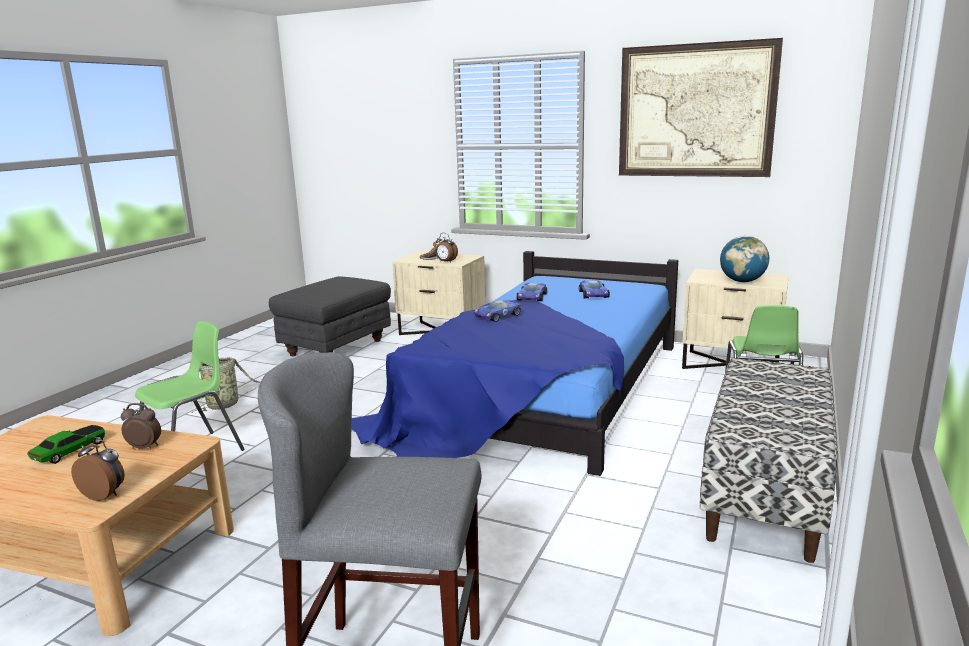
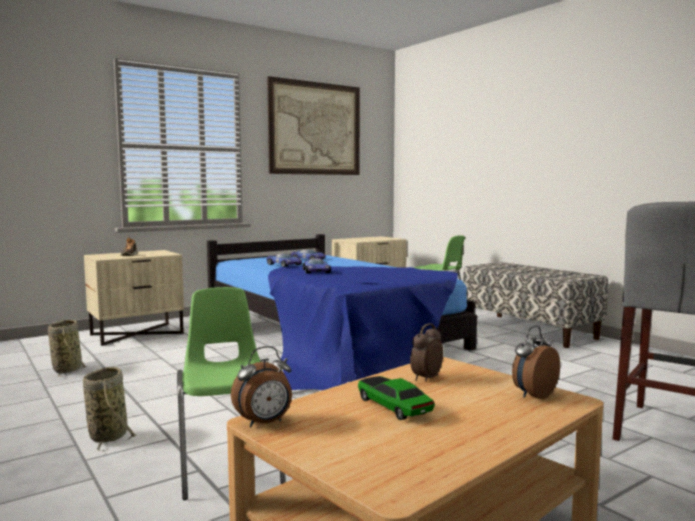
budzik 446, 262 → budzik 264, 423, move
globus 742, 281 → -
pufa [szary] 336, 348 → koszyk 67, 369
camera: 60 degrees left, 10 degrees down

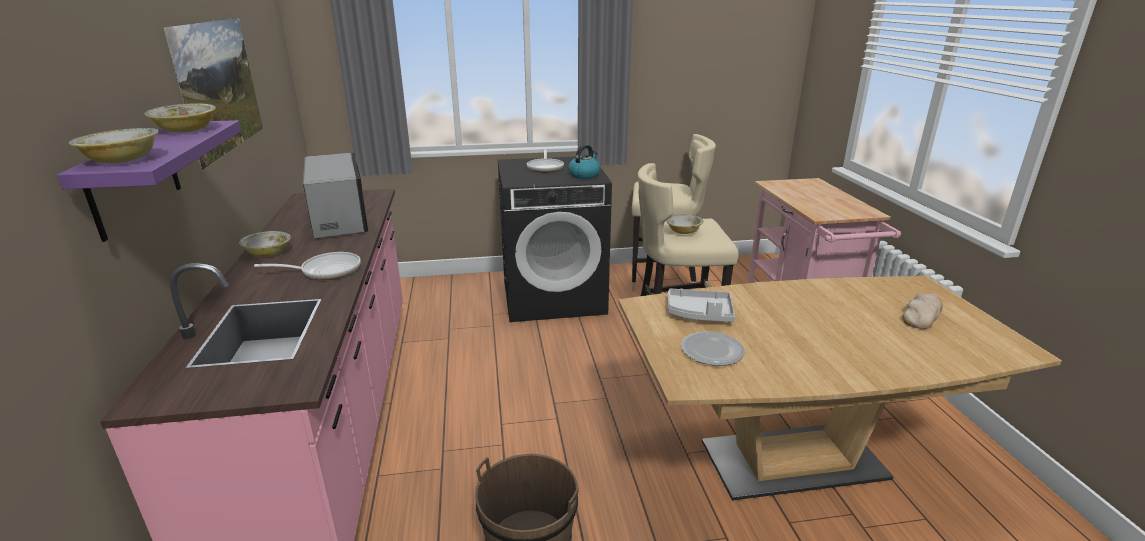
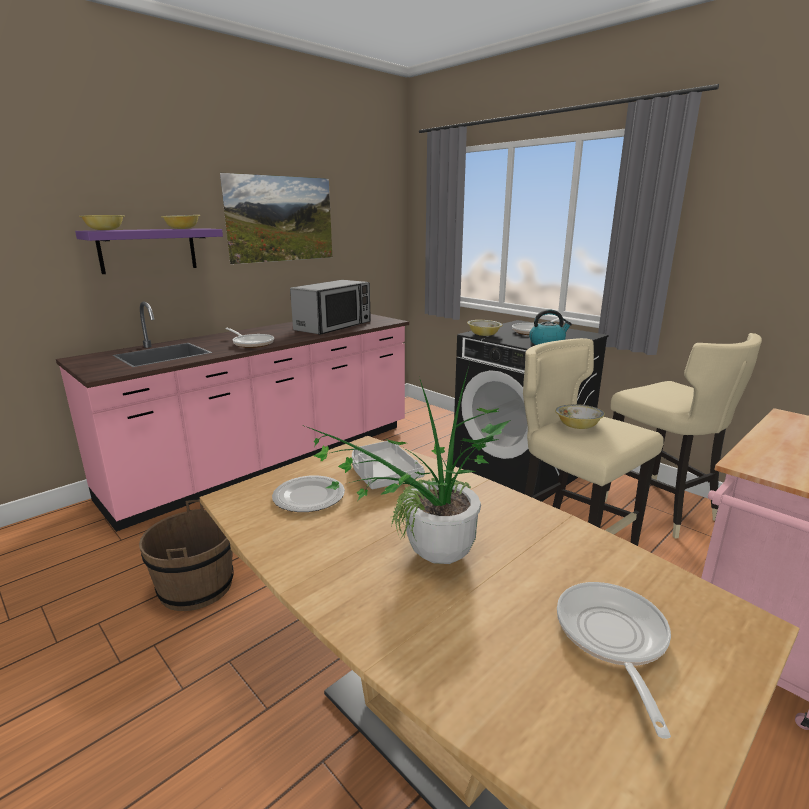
miska 268, 253 → miska 484, 335, move
chleb 921, 314 → patelnia 612, 639
- → roślina doniczkowa 428, 559
camera: 55 degrees right, 5 degrees down

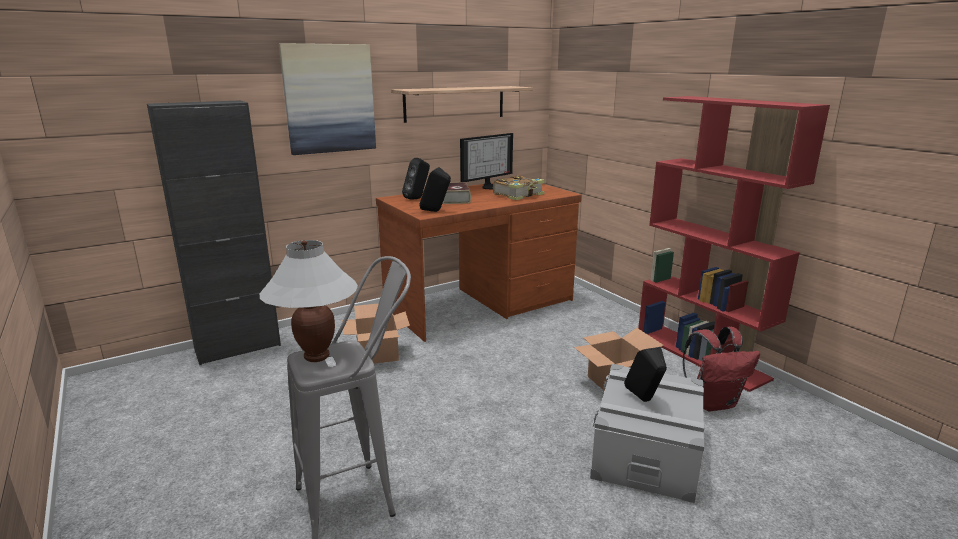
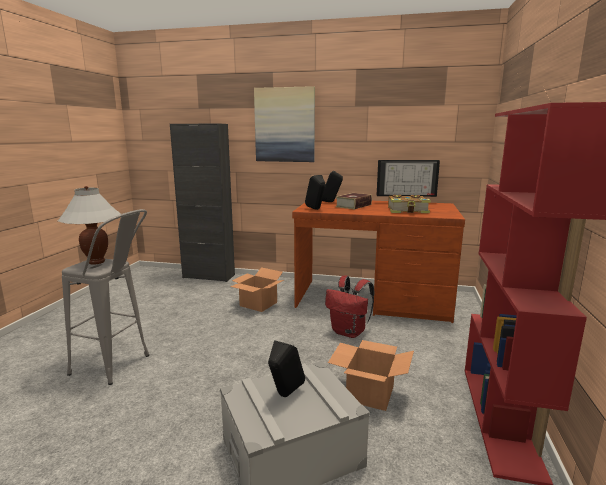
półka 455, 103 → -
plecak [czerwony] 713, 402 → plecak [czerwony] 349, 332, move
camera: 45 degrees right, 5 degrees down

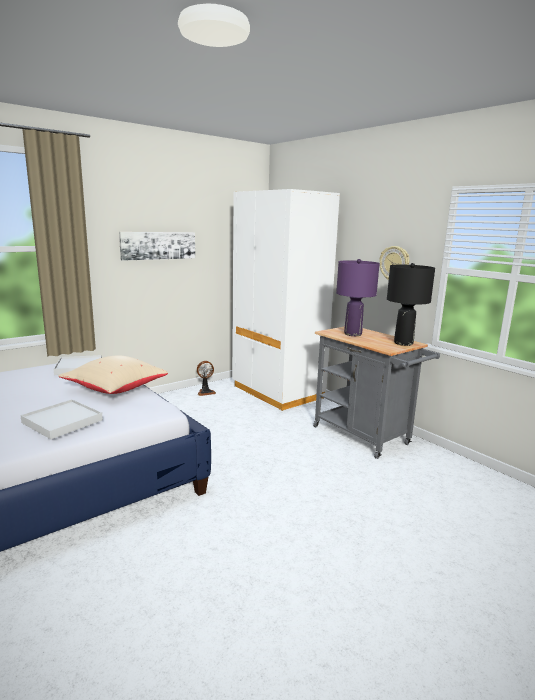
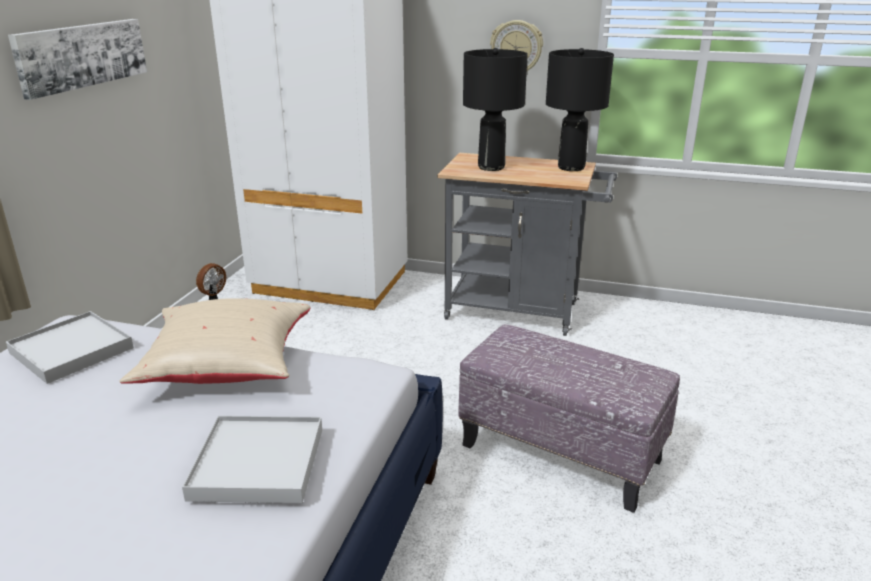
lampa stołowa [fioletowy] 352, 334 → lampa stołowa [czarny] 490, 167
- → pufa 559, 453
camera: 35 degrees left, 10 degrees up

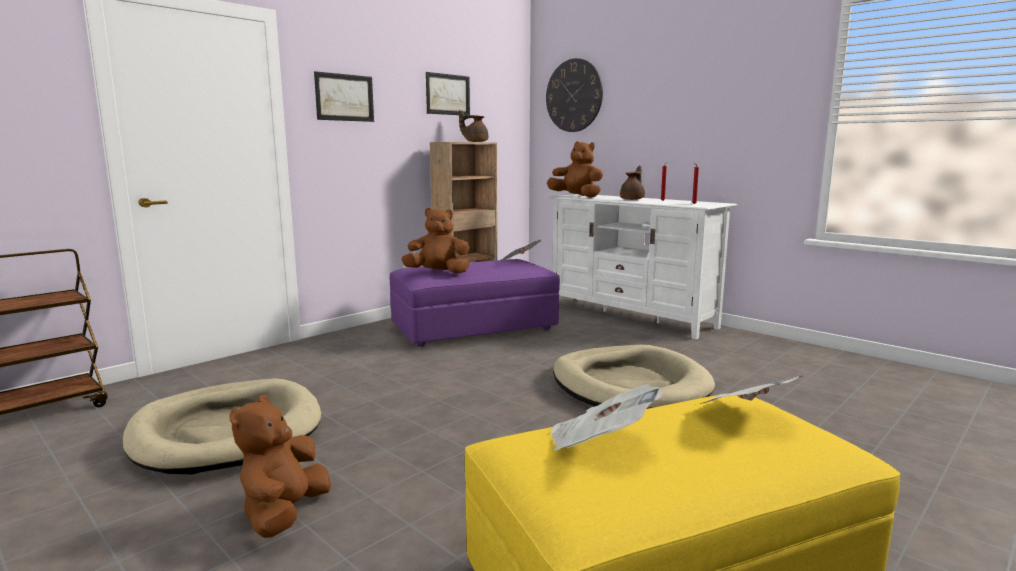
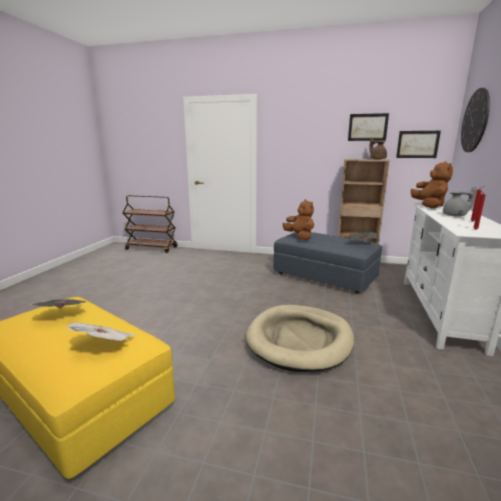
obraz 344, 97 → obraz 417, 144, move
imbryk [brązowy] 633, 199 → imbryk [szary] 455, 215
pufa [fioletowy] 474, 328 → pufa [szary] 324, 276
legowisko [beżowy] 227, 432 → -
pluszak [brązowy] 284, 514 → -
camera: 60 degrees right, 5 degrees up

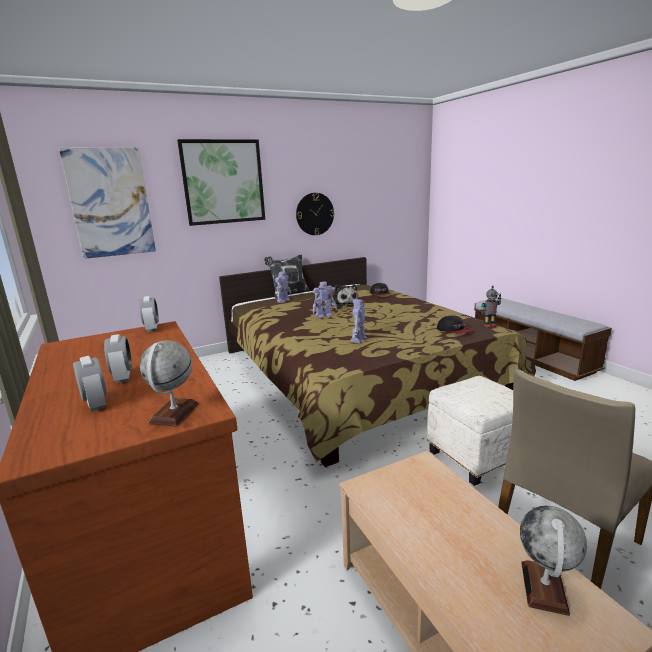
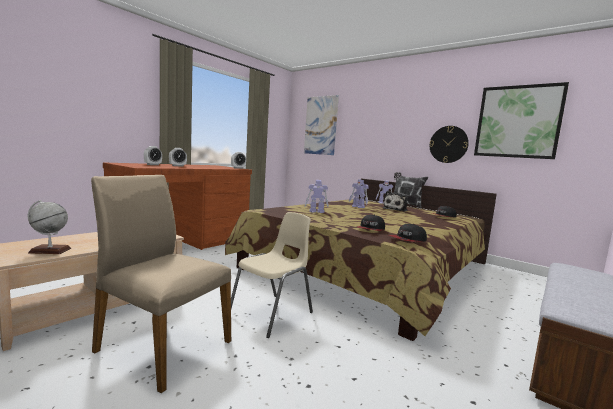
obraz 223, 182 → obraz 517, 122, move
robot zabawkowy 489, 325 → czapka z daszkiem 408, 240
globus 174, 413 → -
pufa [biały] 475, 456 → krzesło [beżowy] 272, 314
camera: 65 degrees right, 10 degrees down

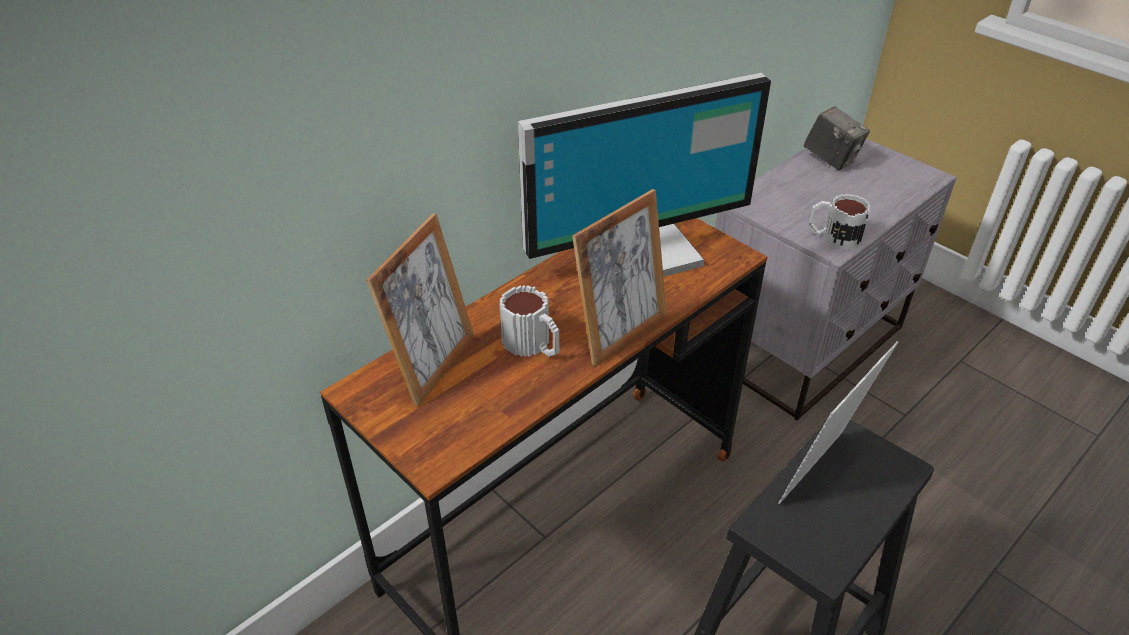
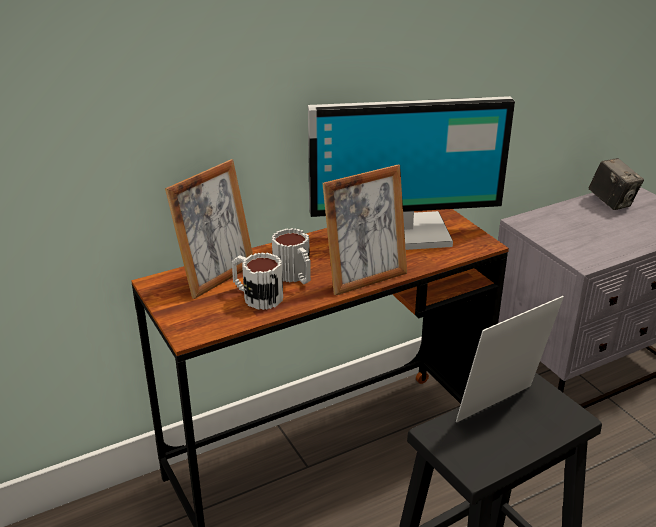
kubek 833, 237 → kubek 256, 296, move
camera: 15 degrees right, 10 degrees down

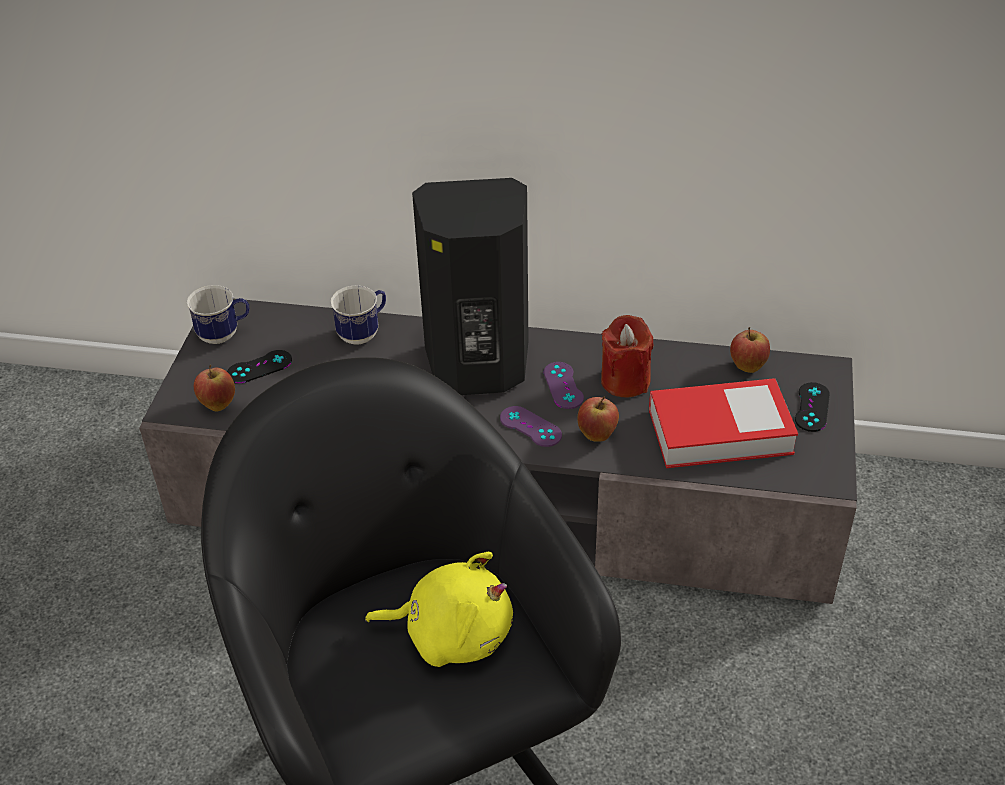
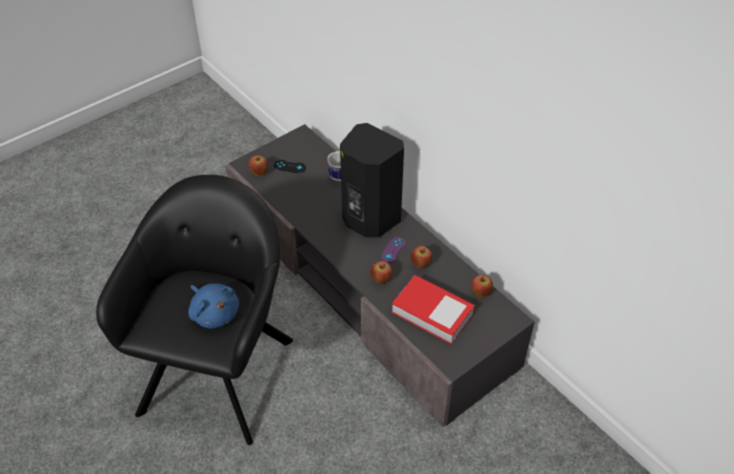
kubek 224, 334 → -
świeca [czerwony] 625, 381 → jabłko 420, 265
pad do gier [czarny] 812, 407 → -
pad do gier [fioletowy] 530, 427 → -
pluszak [żółty] 452, 633 → pluszak [niebieski] 214, 313
camera: 40 degrees right, 5 degrees up

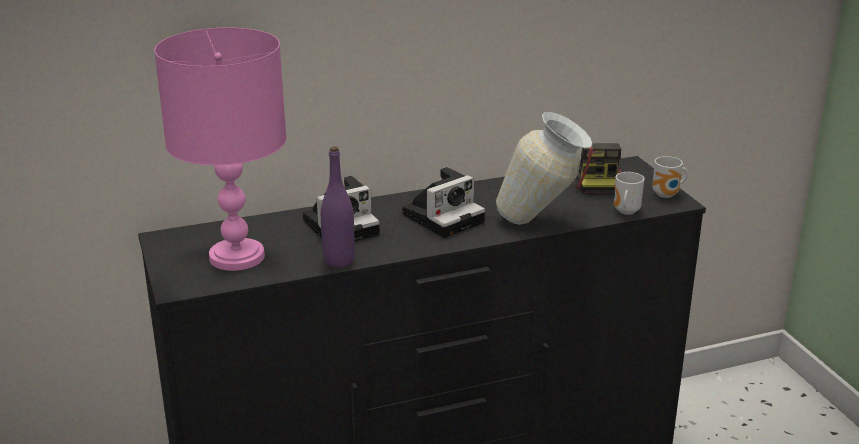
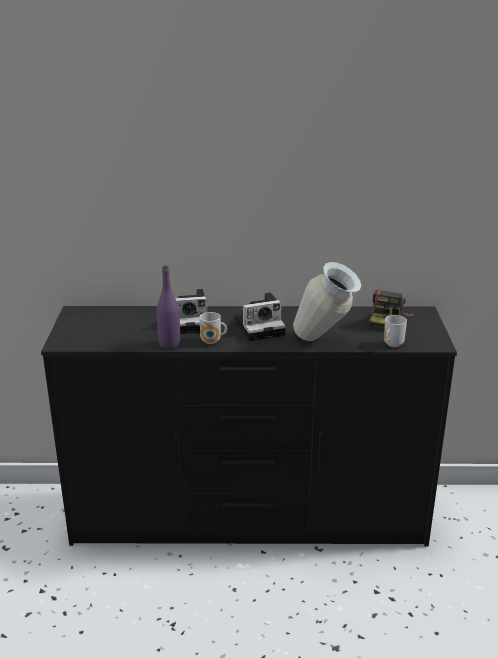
lampa stołowa [różowy] 238, 256 → -
kubek 667, 195 → kubek 212, 342, move
camera: 20 degrees right, 0 degrees up

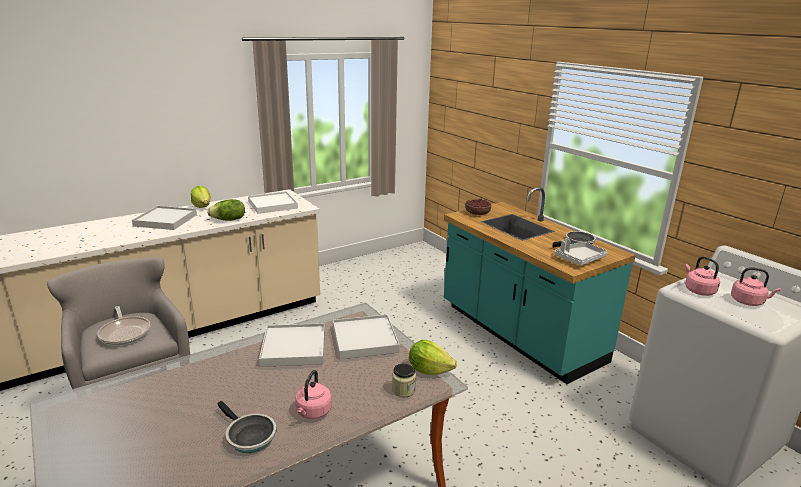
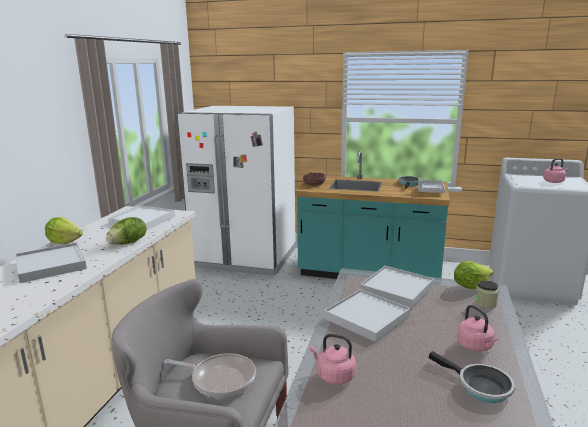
czajnik [różowy] 698, 290 → czajnik [różowy] 334, 376, move
patelnia 248, 436 → patelnia 480, 386, 45 degrees clockwise
- → lodówka [biały] 245, 258
camera: 40 degrees left, 5 degrees down

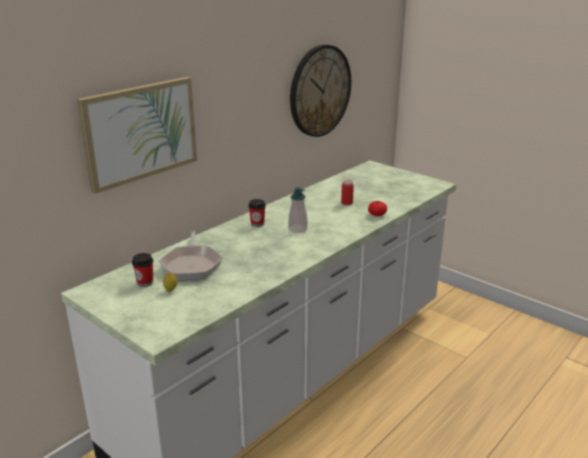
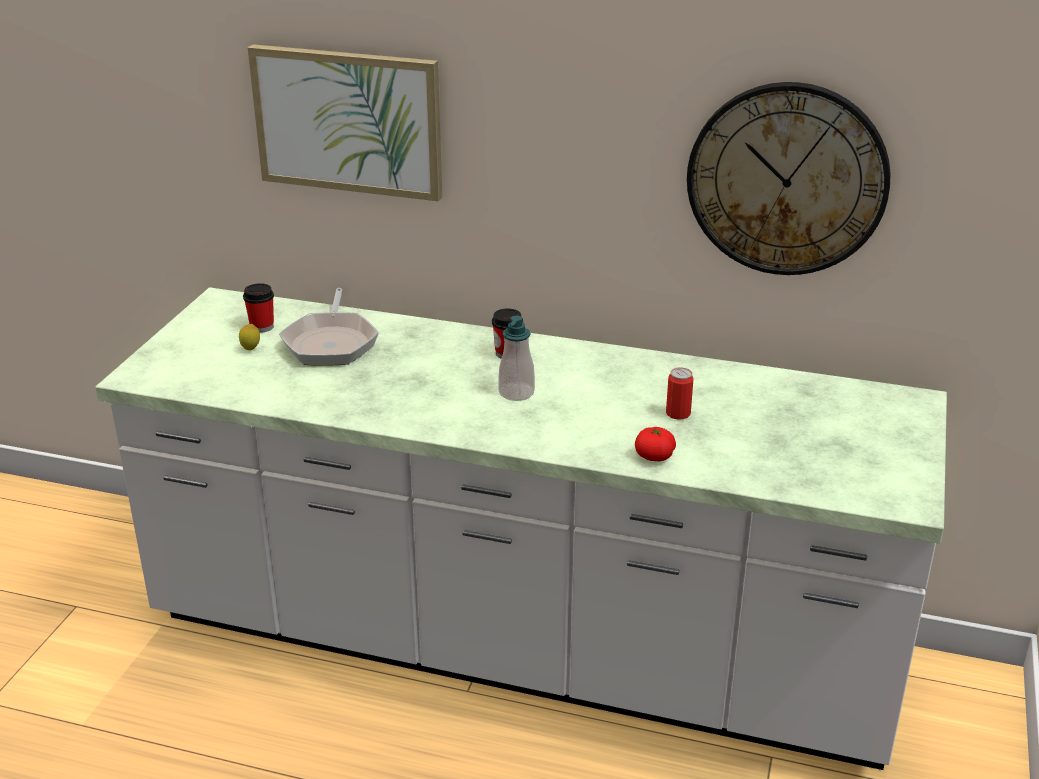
patelnia 191, 265 → patelnia 331, 342, 60 degrees counterclockwise
camera: 65 degrees right, 5 degrees up

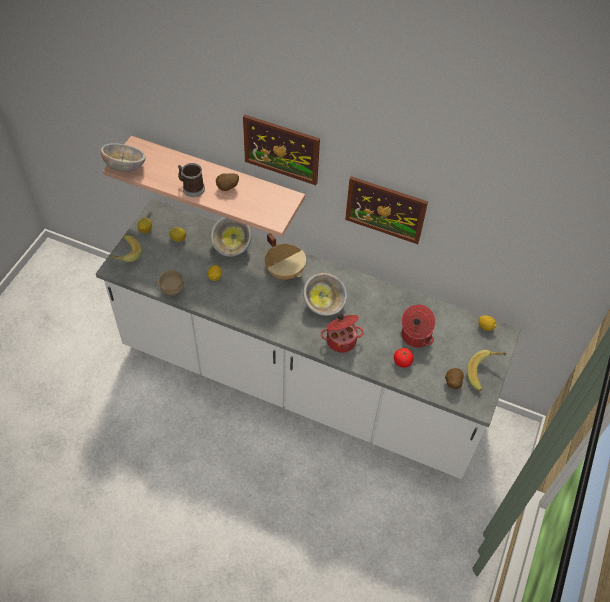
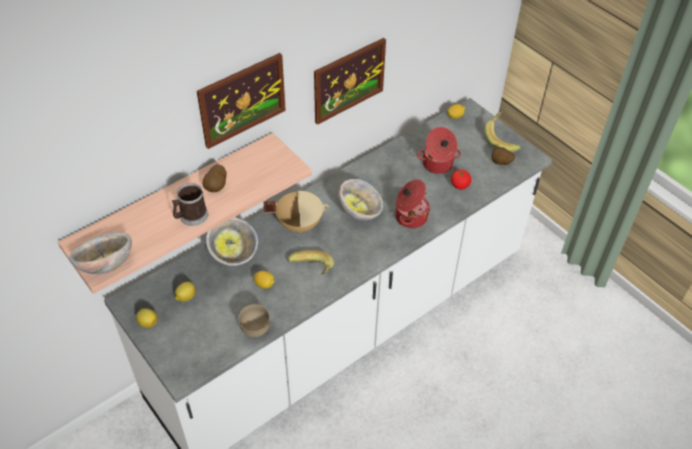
banan 124, 255 → banan 311, 271, move
camera: 60 degrees left, 5 degrees down

